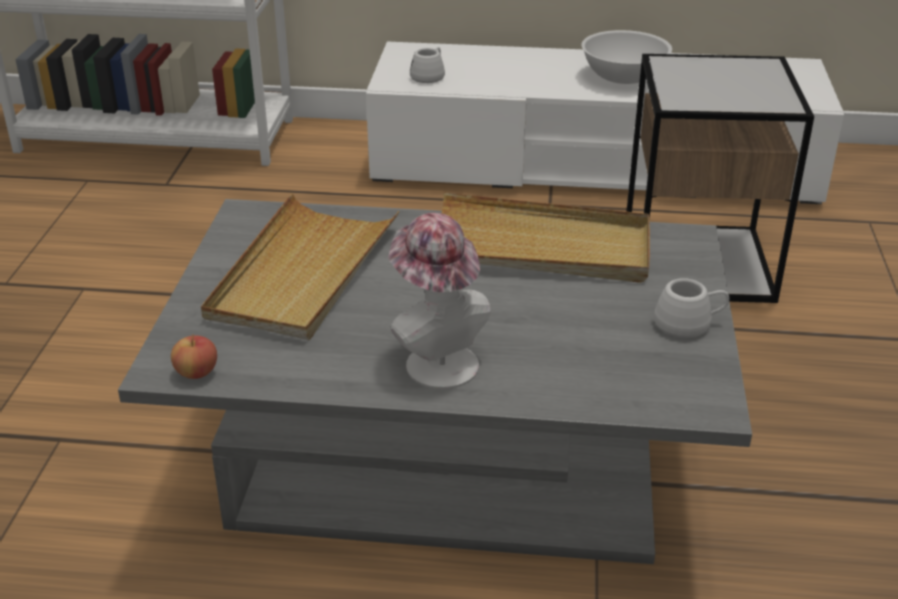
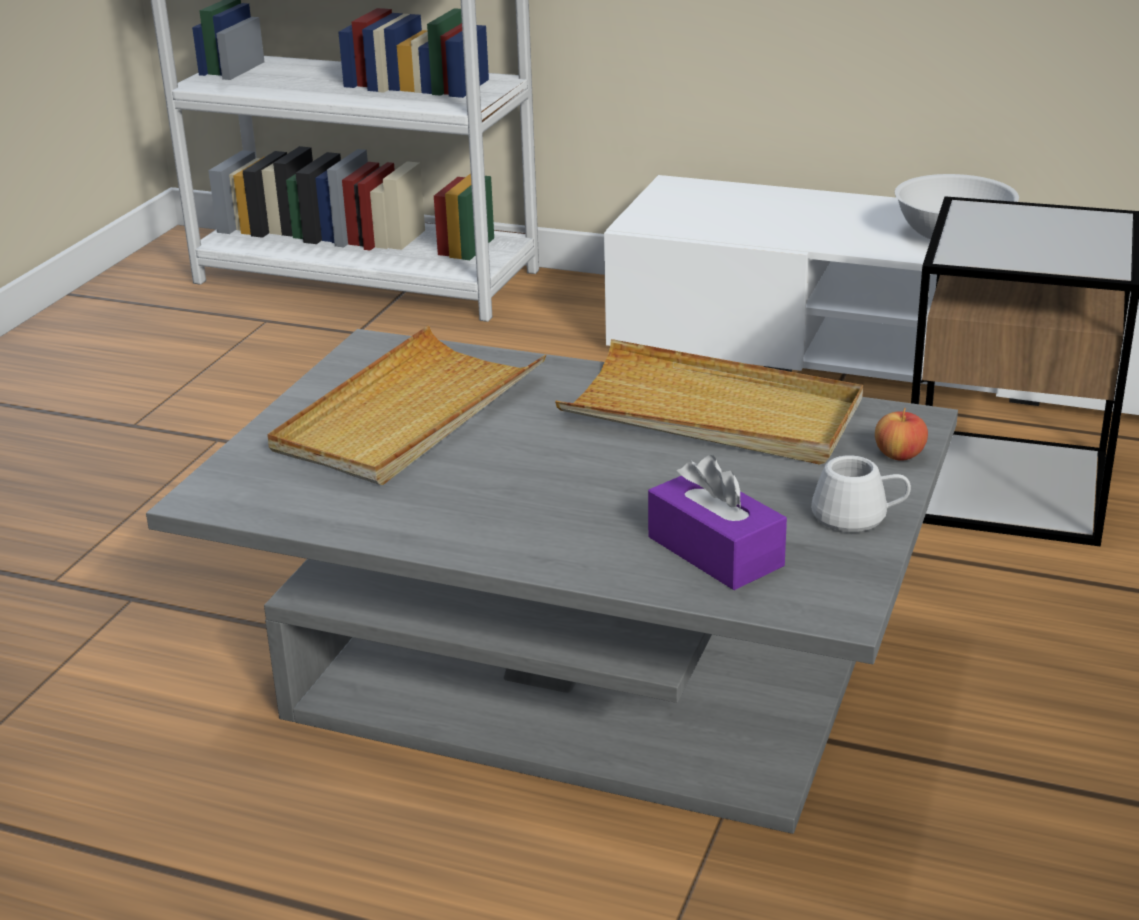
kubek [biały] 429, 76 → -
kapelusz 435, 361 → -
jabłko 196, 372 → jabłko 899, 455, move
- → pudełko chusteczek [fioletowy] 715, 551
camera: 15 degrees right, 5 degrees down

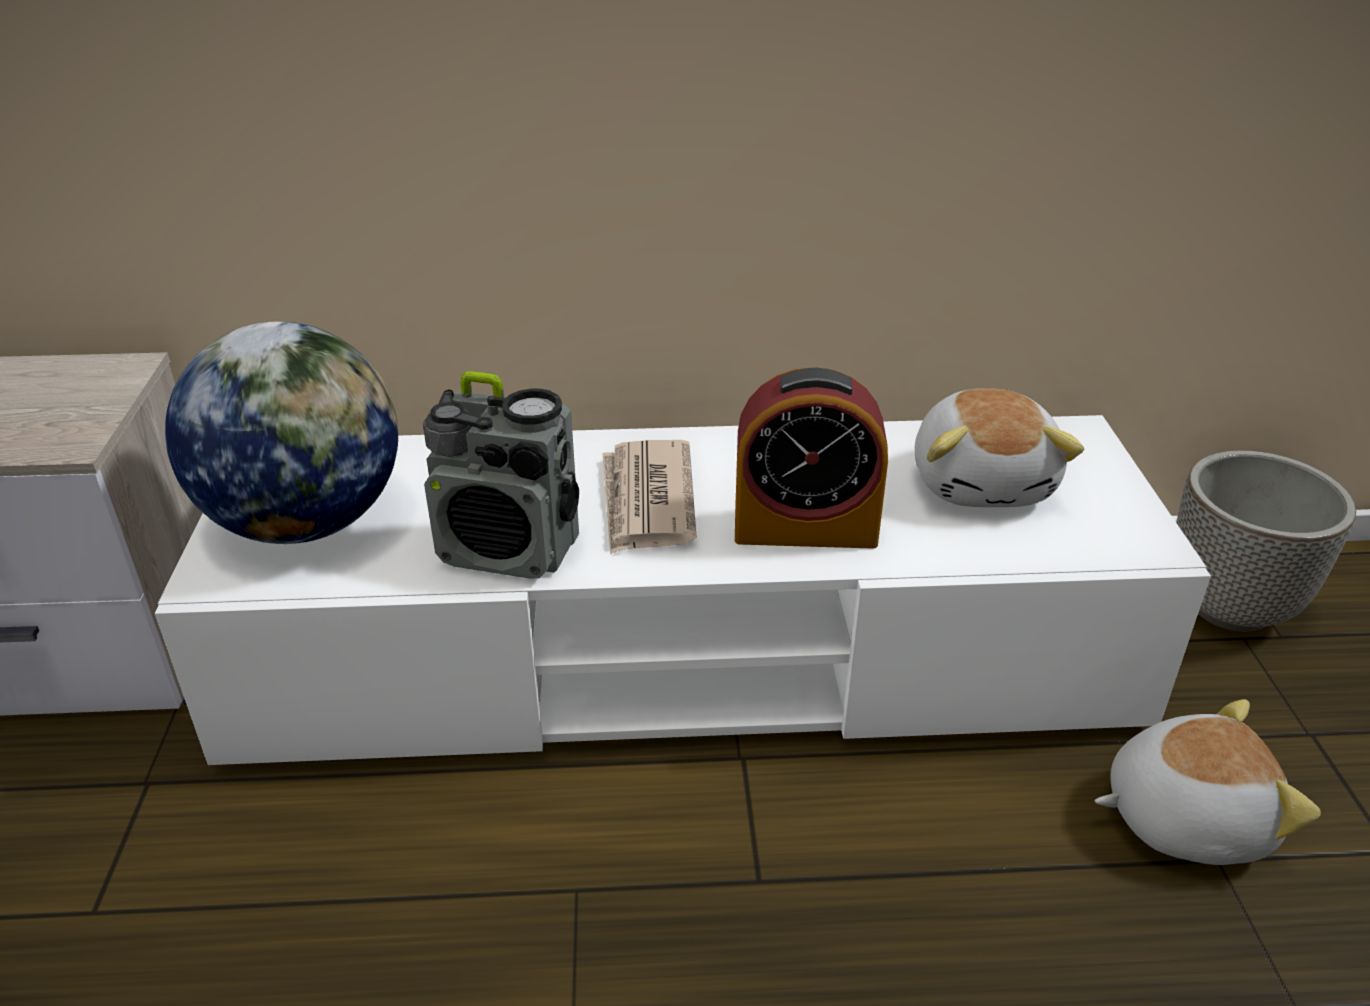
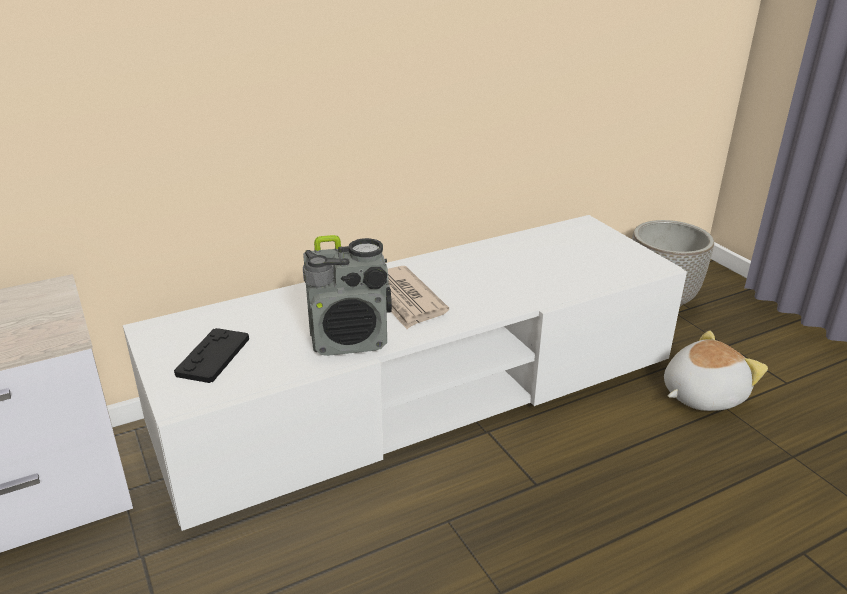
globus 306, 522 → pad do gier [czarny] 213, 356
budzik 805, 528 → -
pluszak 983, 482 → -
camera: 25 degrees left, 5 degrees down

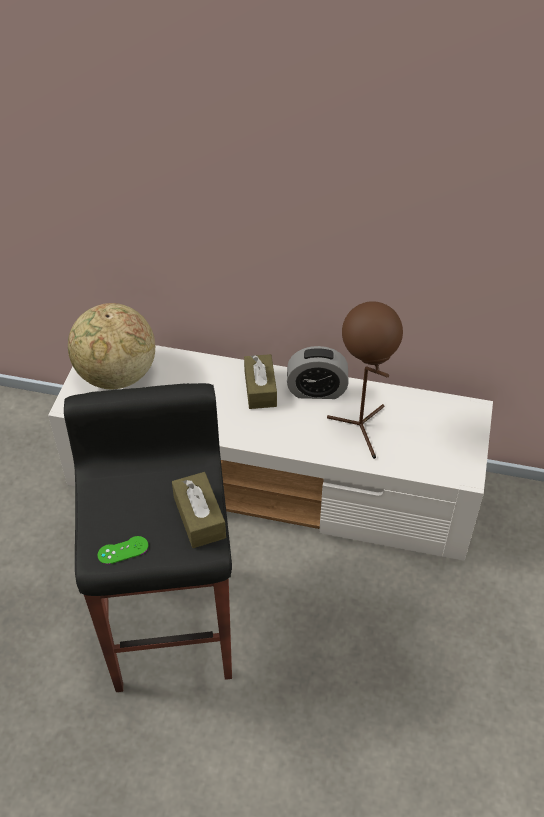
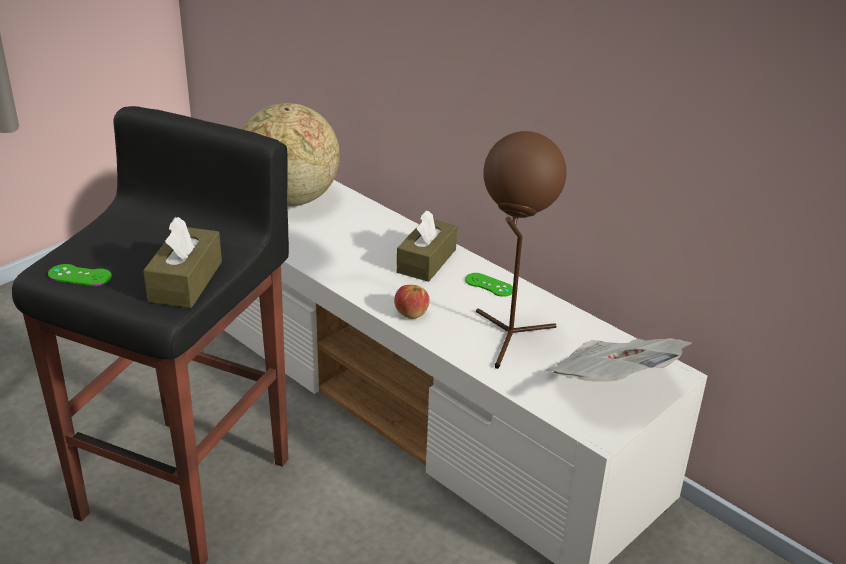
budzik 316, 390 → pad do gier [zielony] 489, 285
- → jabłko 411, 313
- → gazeta 611, 384
camera: 30 degrees right, 15 degrees down

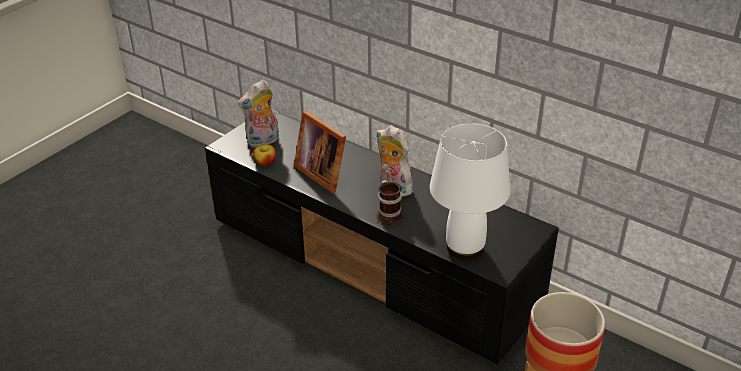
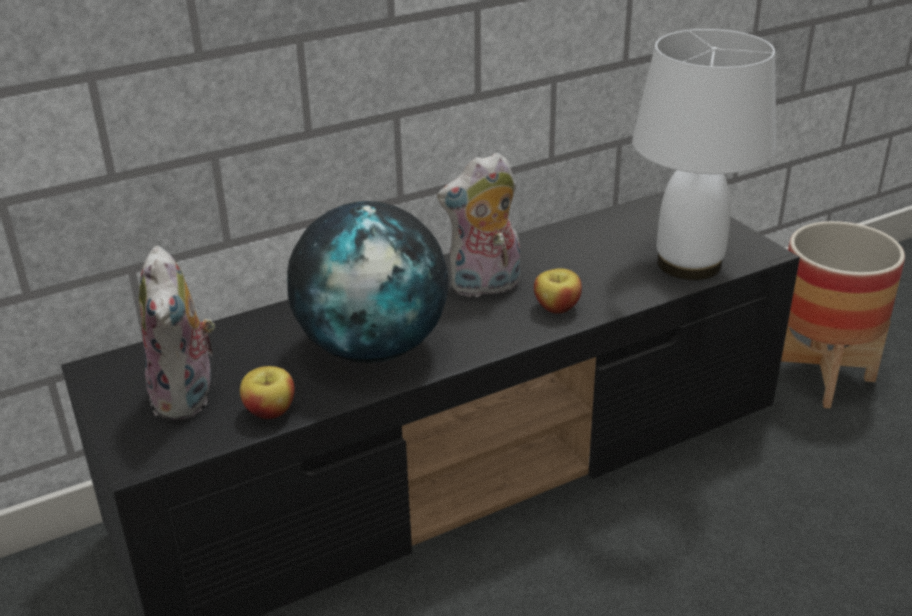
ramka na zdjęcie 322, 172 → globus 373, 348
kubek 390, 214 → jabłko 557, 307
camera: 65 degrees left, 5 degrees down

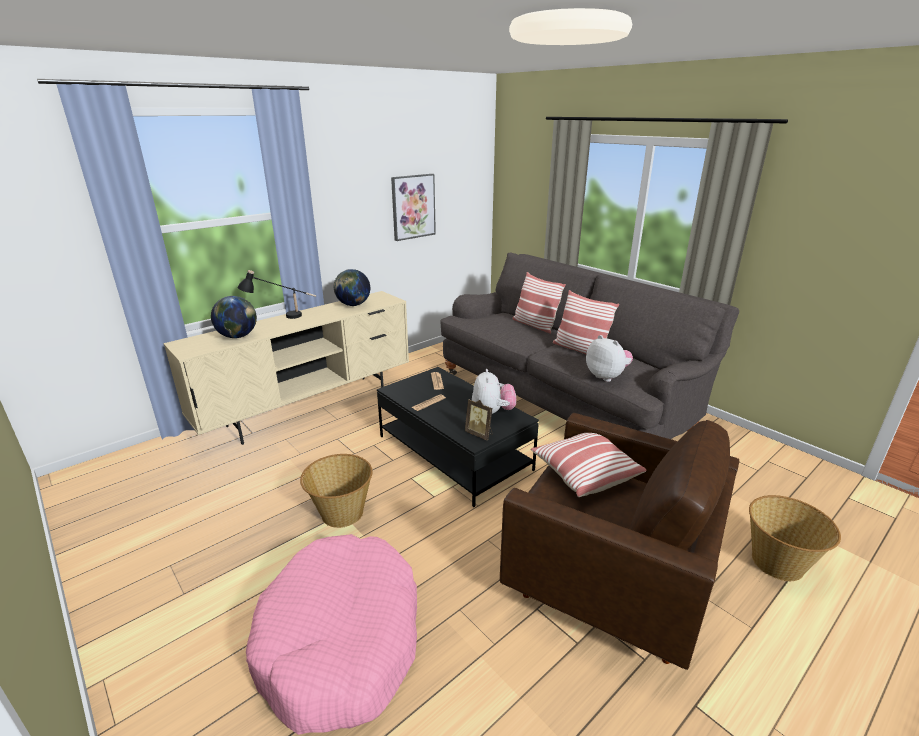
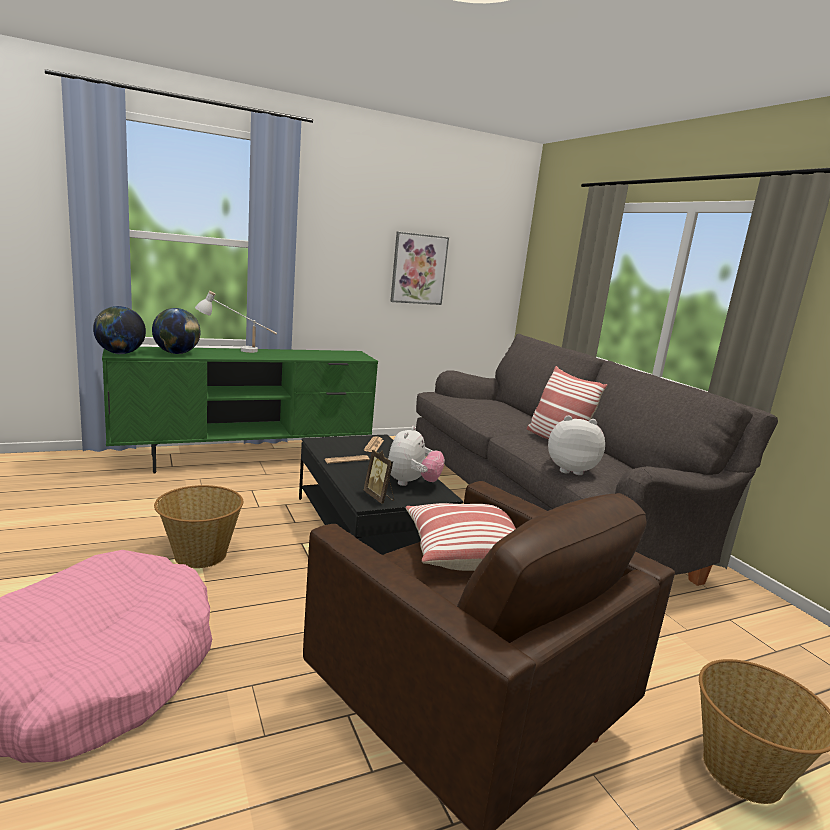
globus 353, 305 → globus 120, 353, move
lampa stołowa [czarny] 282, 317 → lampa stołowa [biały] 236, 350
poduszka 535, 325 → -
szafka pod telewizor [beżowy] 310, 407 → szafka pod telewizor [zielony] 247, 459
pluszak 607, 376 → pluszak 570, 469, 60 degrees counterclockwise
camera: 15 degrees right, 10 degrees down

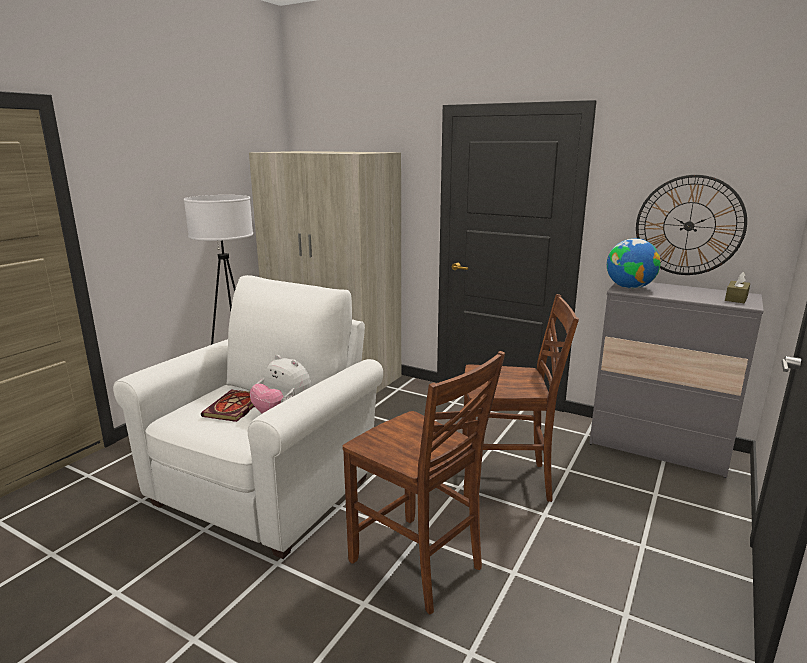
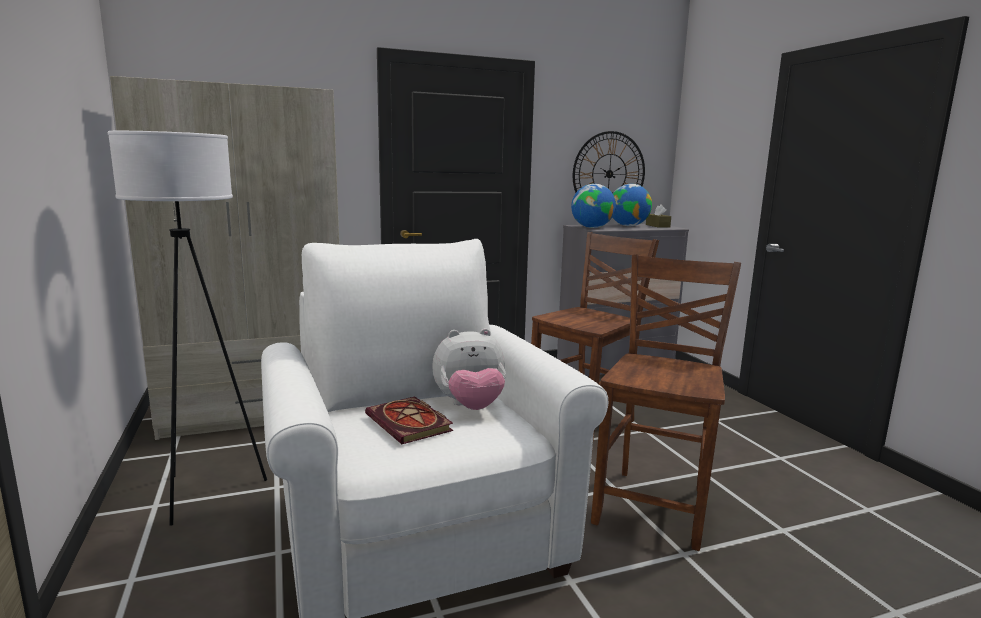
krzesło [brązowy] 418, 565 → krzesło [brązowy] 655, 505, 60 degrees counterclockwise
- → globus 628, 226
camera: 50 degrees left, 5 degrees down

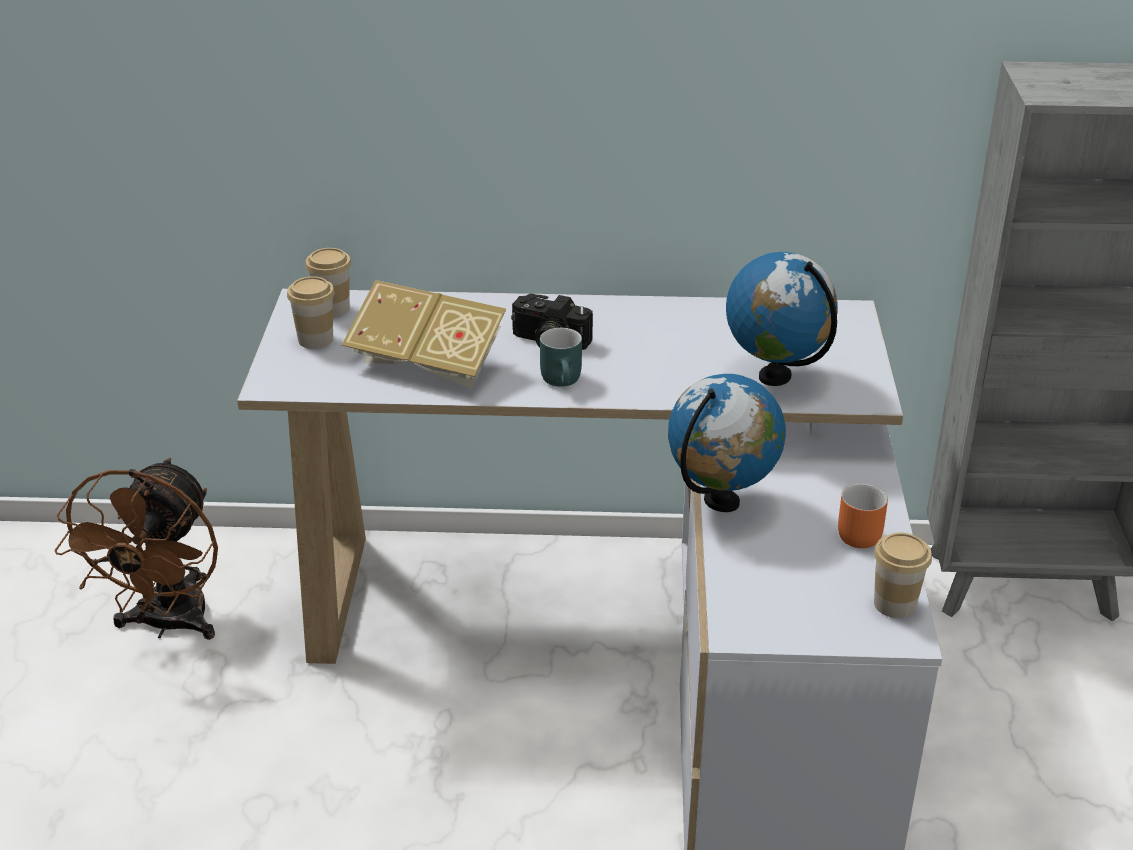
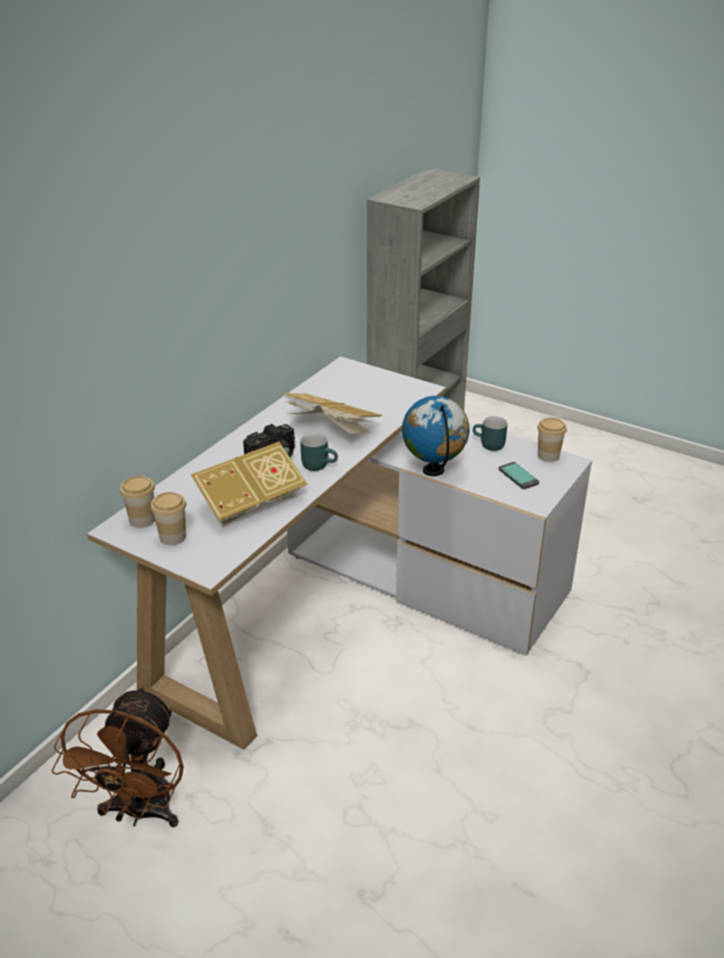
globus 775, 376 → -
wentylator [brązowy] 167, 625 → wentylator [brązowy] 140, 813, 60 degrees clockwise
kubek [pomarańczowy] 854, 532 → kubek [turkusowy] 488, 445
- → książka 330, 429
- → telefon 518, 476
camera: 60 degrees left, 0 degrees up

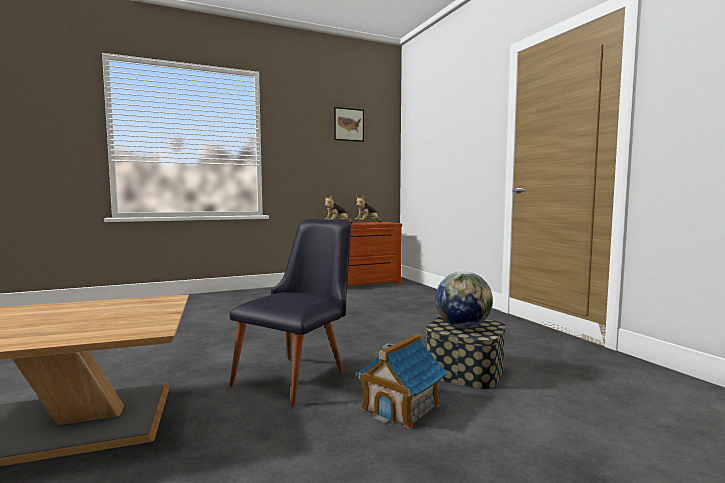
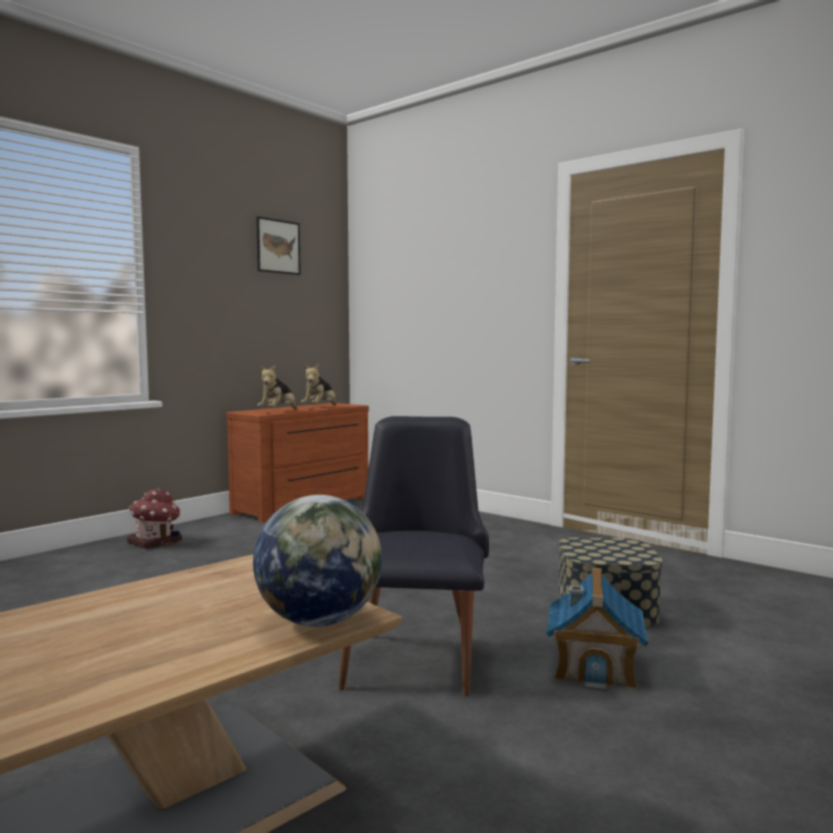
globus 463, 327 → globus 319, 621, move
- → domek 156, 541
camera: 25 degrees left, 0 degrees up

